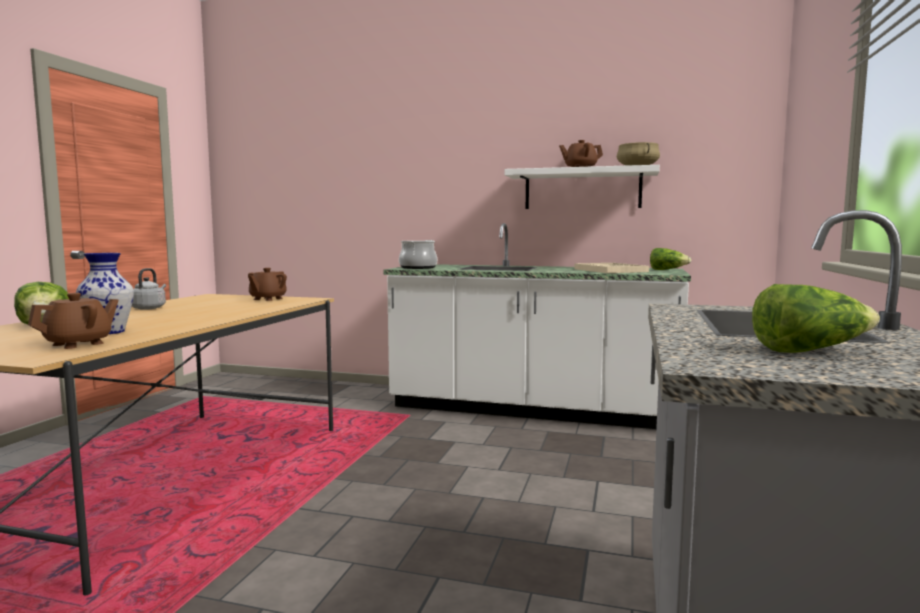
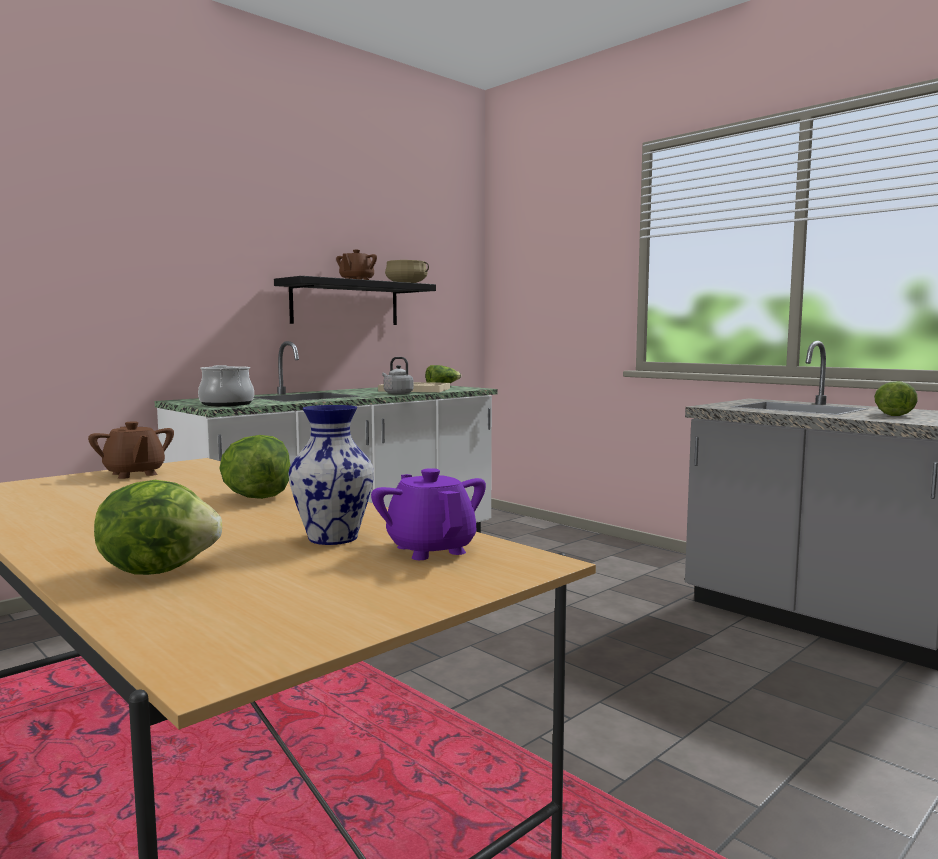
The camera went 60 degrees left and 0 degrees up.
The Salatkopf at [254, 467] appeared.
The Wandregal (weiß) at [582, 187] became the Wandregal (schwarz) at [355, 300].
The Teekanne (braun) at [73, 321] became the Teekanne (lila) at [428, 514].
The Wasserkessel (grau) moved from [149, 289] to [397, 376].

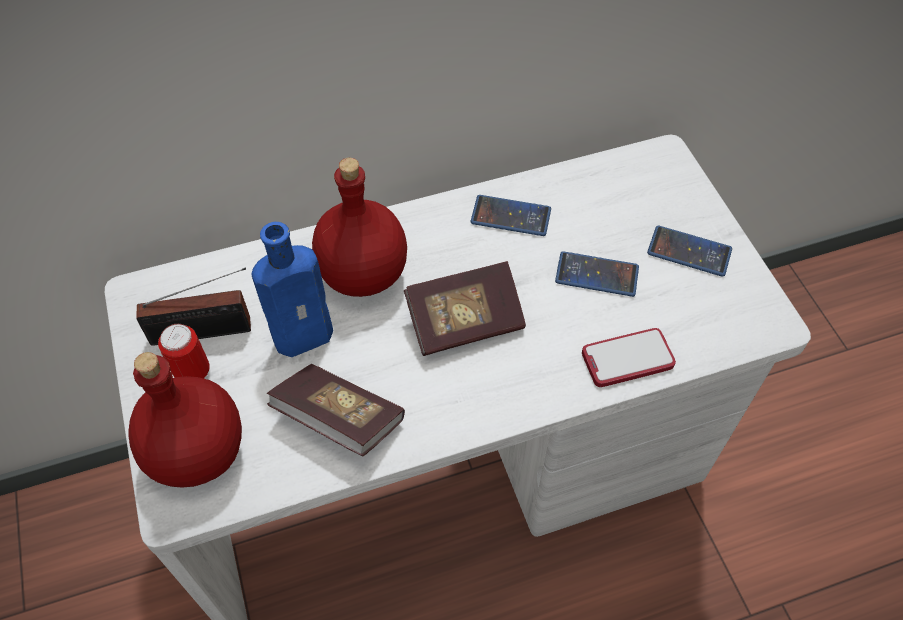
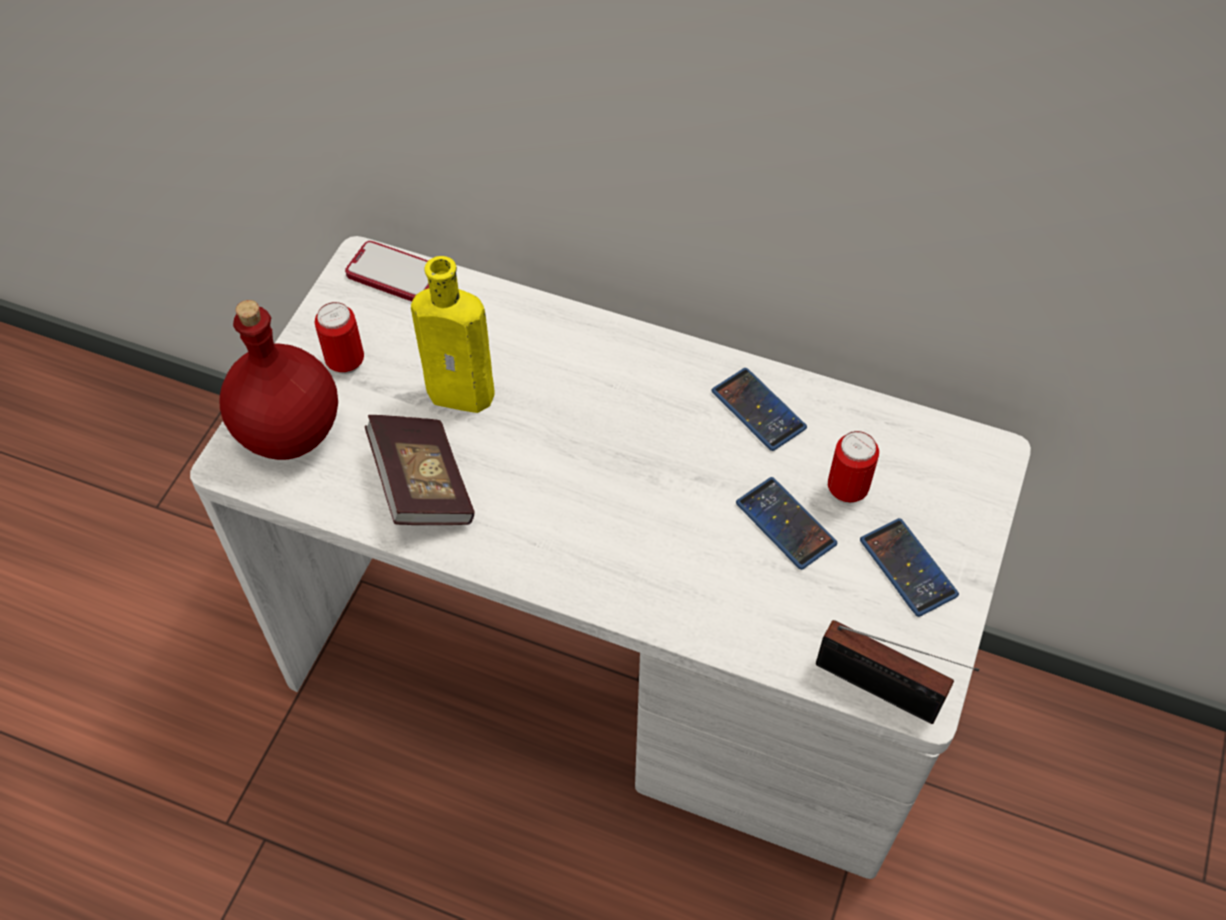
The camera went 40 degrees right and 0 degrees up.
The Handy moved from [629, 357] to [387, 271].
The Flasche (blau) at [292, 289] became the Flasche (gelb) at [454, 337].
The Radio moved from [193, 307] to [897, 672].
The Dose at [853, 467] appeared.
The Flasche (rot) at [359, 227] disappeared.
The Buch at [465, 308] disappeared.

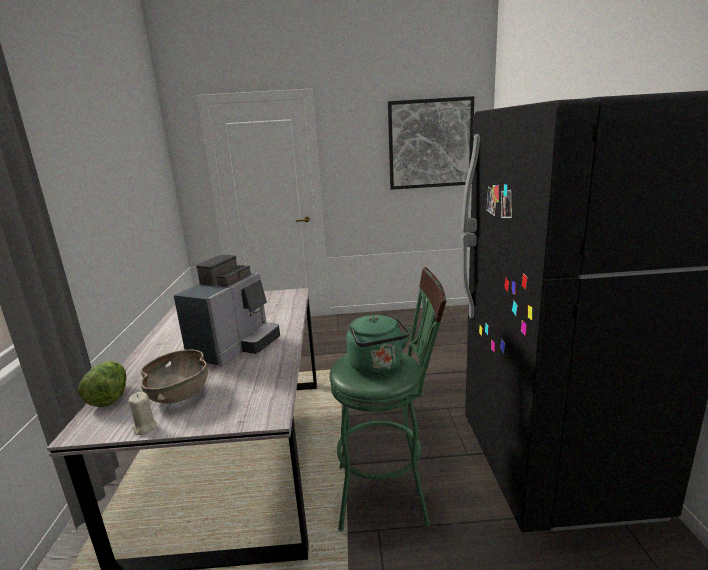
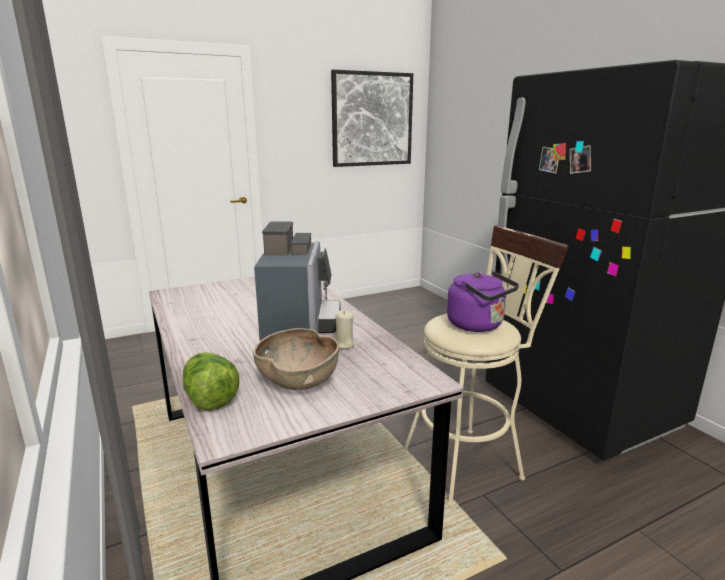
The camera went 25 degrees left and 0 degrees up.
The Kerze (beige) moved from [143, 413] to [346, 329].
The Hocker (grün) at [388, 399] became the Hocker (beige) at [485, 365].
The Wasserkessel (grün) at [378, 345] became the Wasserkessel (lila) at [483, 301].

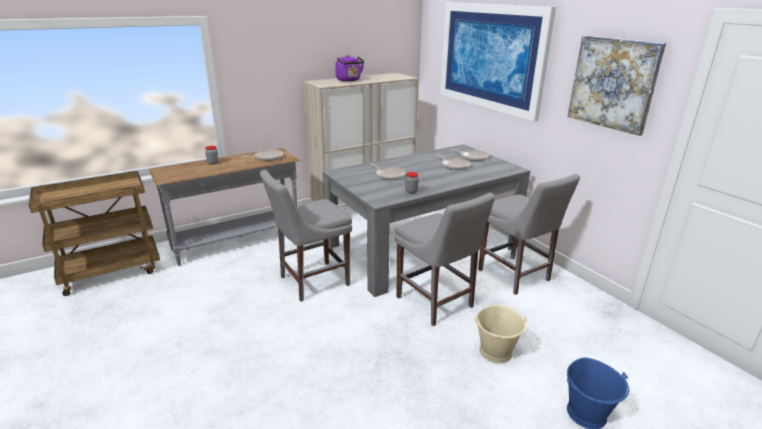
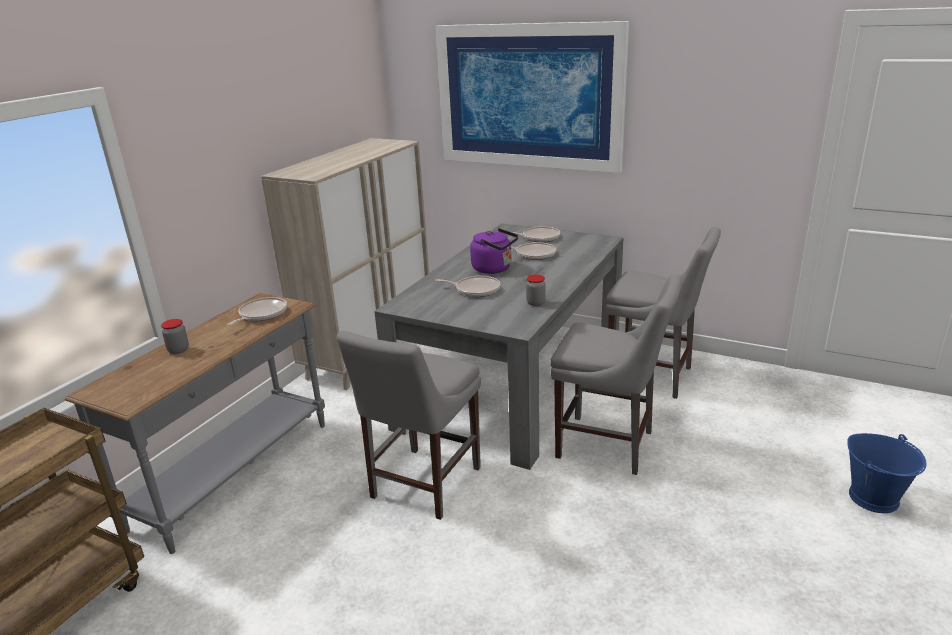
The camera went 30 degrees left and 0 degrees up.
The Wasserkessel (lila) moved from [349, 68] to [494, 251].
The Eimer (beige) at [501, 334] disappeared.
The Bild at [617, 85] disappeared.

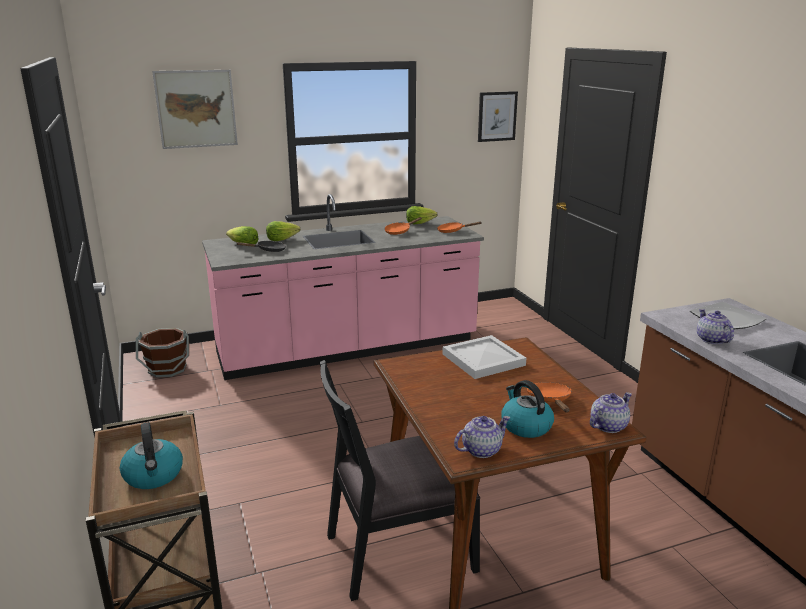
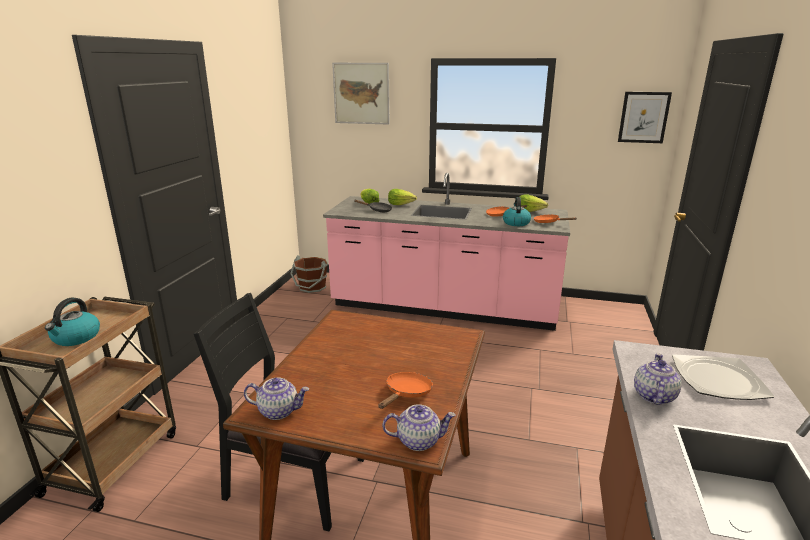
The camera went 35 degrees right and 0 degrees up.
The Wasserkessel moved from [527, 409] to [517, 211].
The Tablett (weiß) at [484, 357] disappeared.

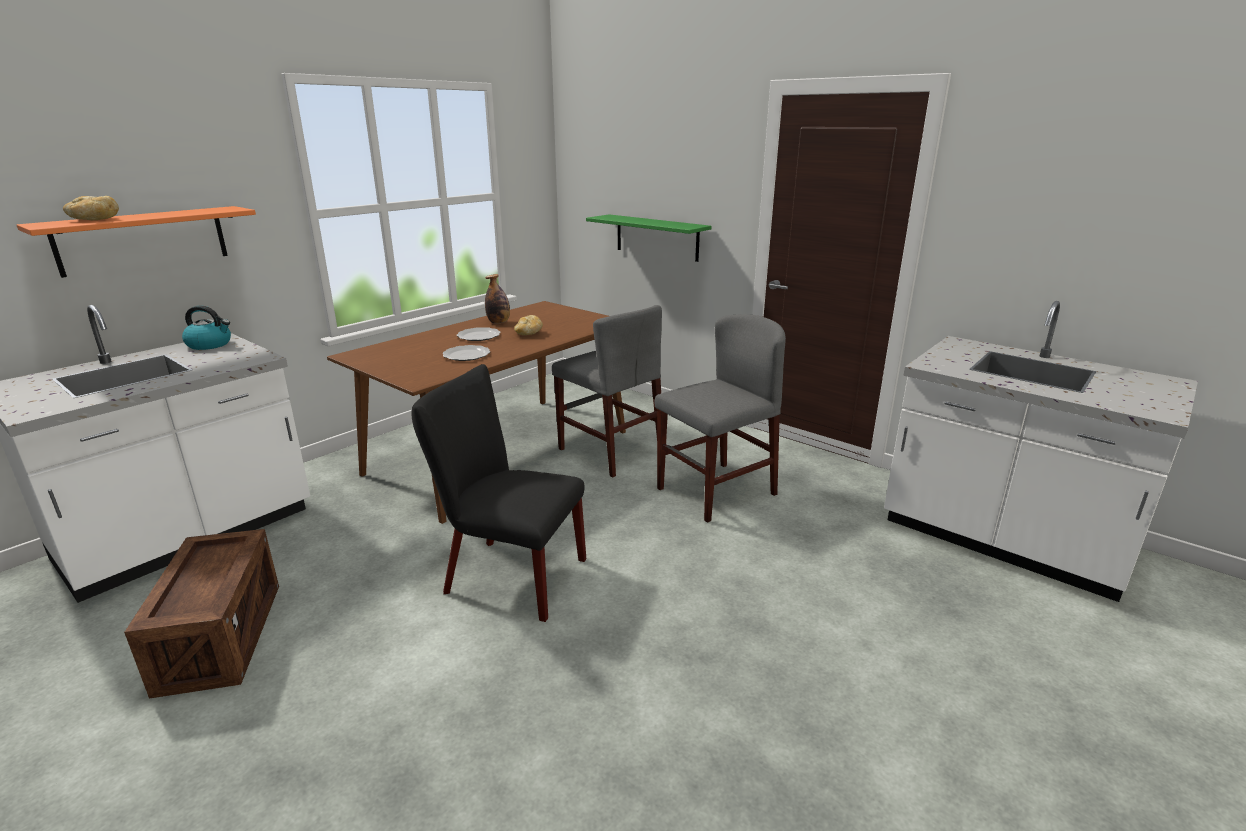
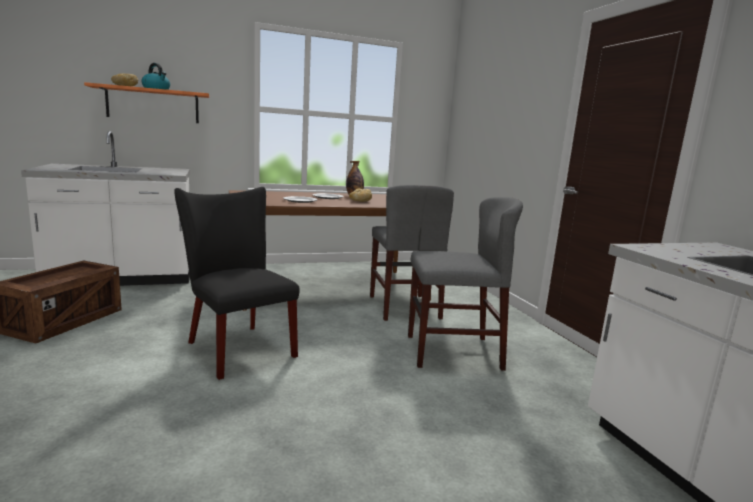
The camera went 30 degrees right and 10 degrees down.
The Wasserkessel moved from [206, 327] to [156, 76].
The Wandregal (grün) at [649, 238] disappeared.

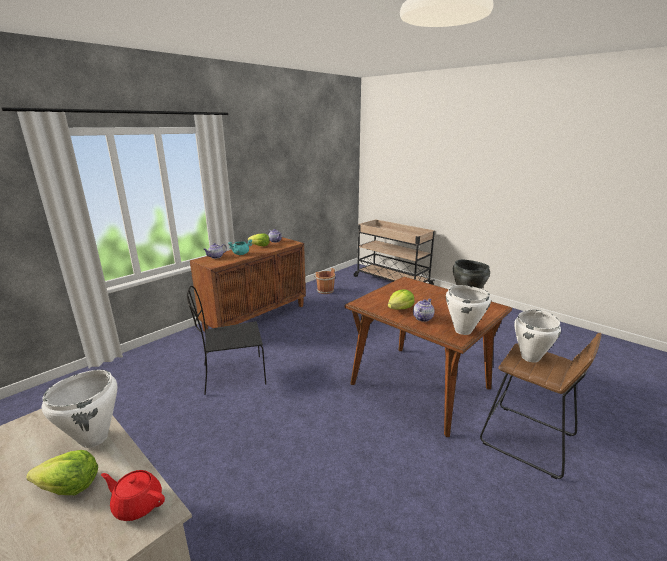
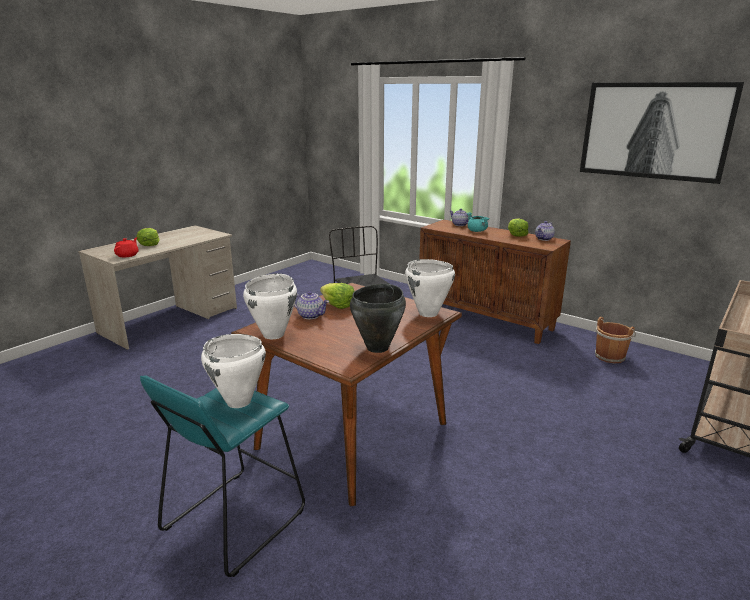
The camera went 85 degrees right and 0 degrees up.
The Hocker (braun) at [541, 406] became the Hocker (türkis) at [222, 476].
The Kochtopf (weiß) moved from [79, 409] to [430, 288].
The Bild at [662, 133] appeared.

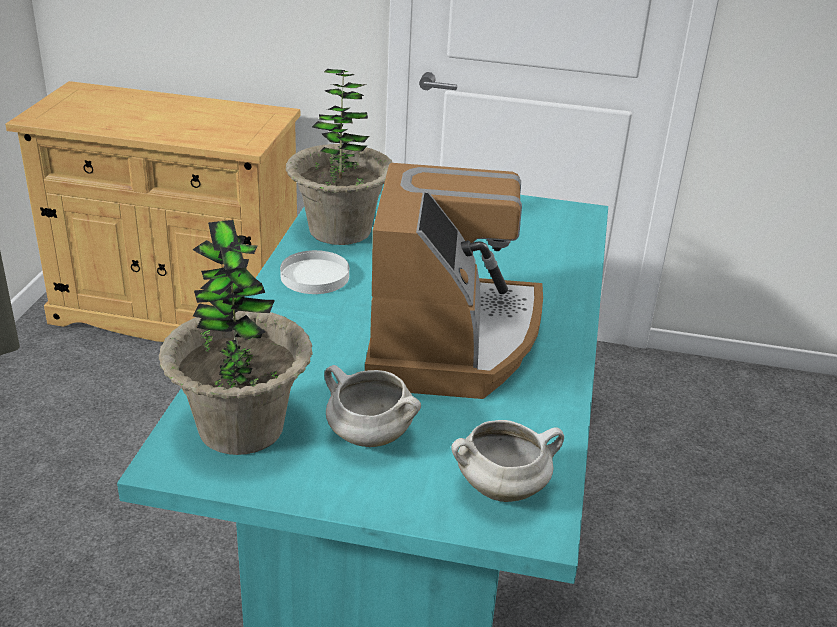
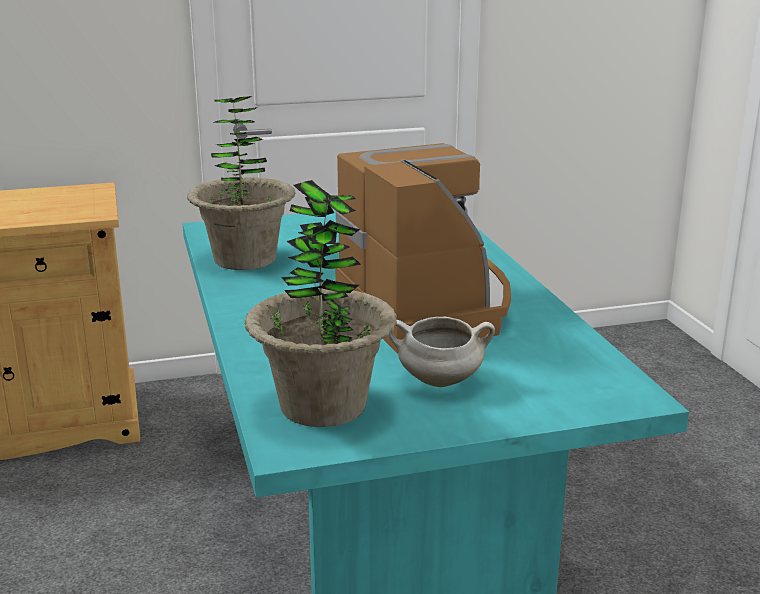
The camera went 25 degrees left and 10 degrees down.
The Teller (weiß) at [314, 272] disappeared.
The Kochtopf (weiß) at [507, 461] disappeared.

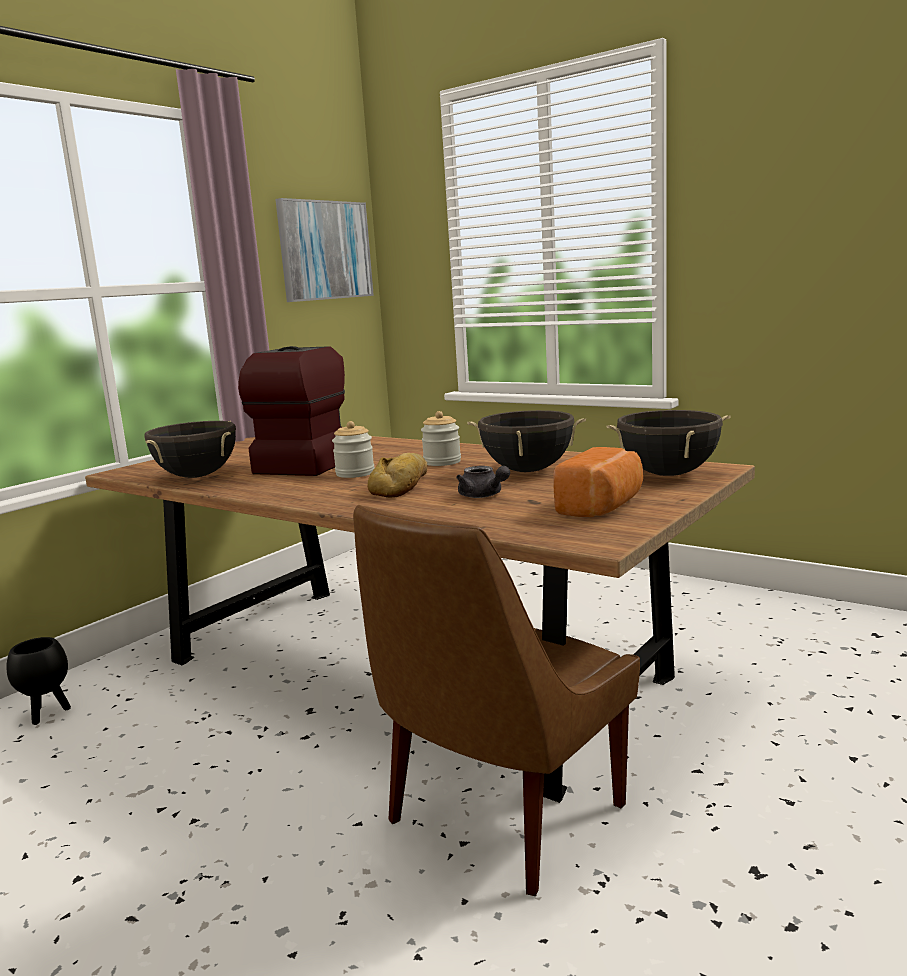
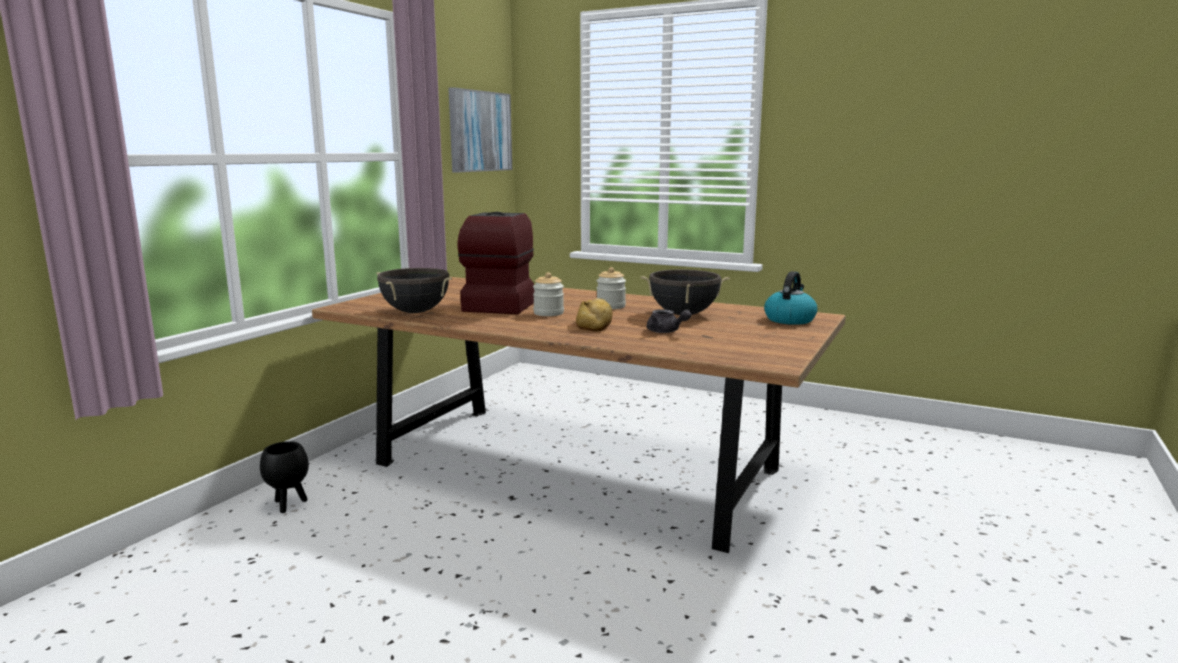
The camera went 10 degrees left and 0 degrees up.
The Kochtopf (schwarz) at [668, 443] was replaced by the Wasserkessel at [791, 298].
The Stuhl (braun) at [496, 700] disappeared.
The Brot at [598, 482] disappeared.

